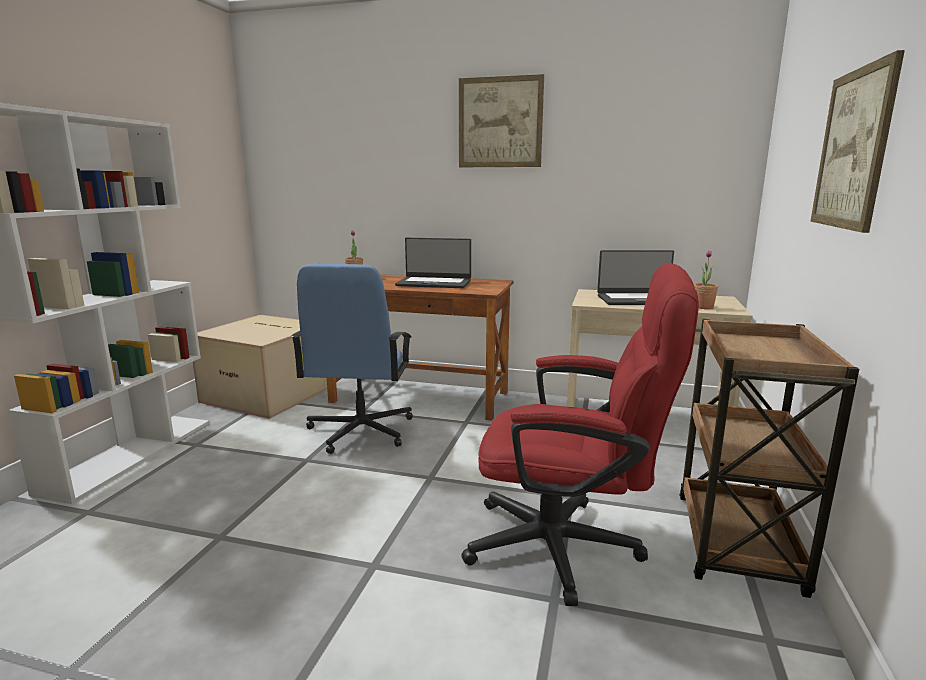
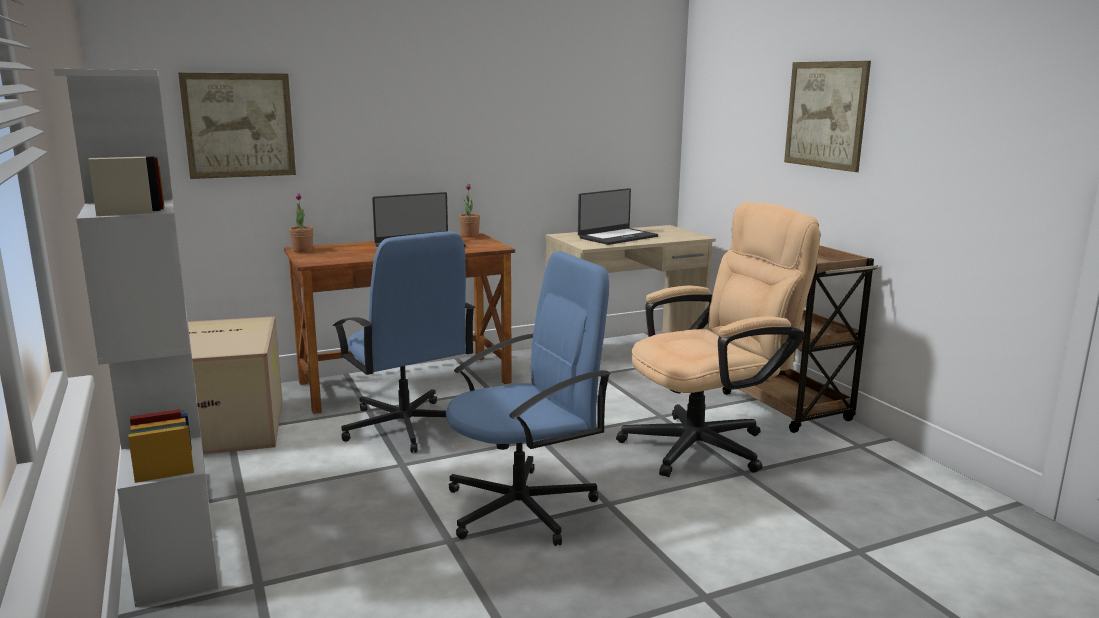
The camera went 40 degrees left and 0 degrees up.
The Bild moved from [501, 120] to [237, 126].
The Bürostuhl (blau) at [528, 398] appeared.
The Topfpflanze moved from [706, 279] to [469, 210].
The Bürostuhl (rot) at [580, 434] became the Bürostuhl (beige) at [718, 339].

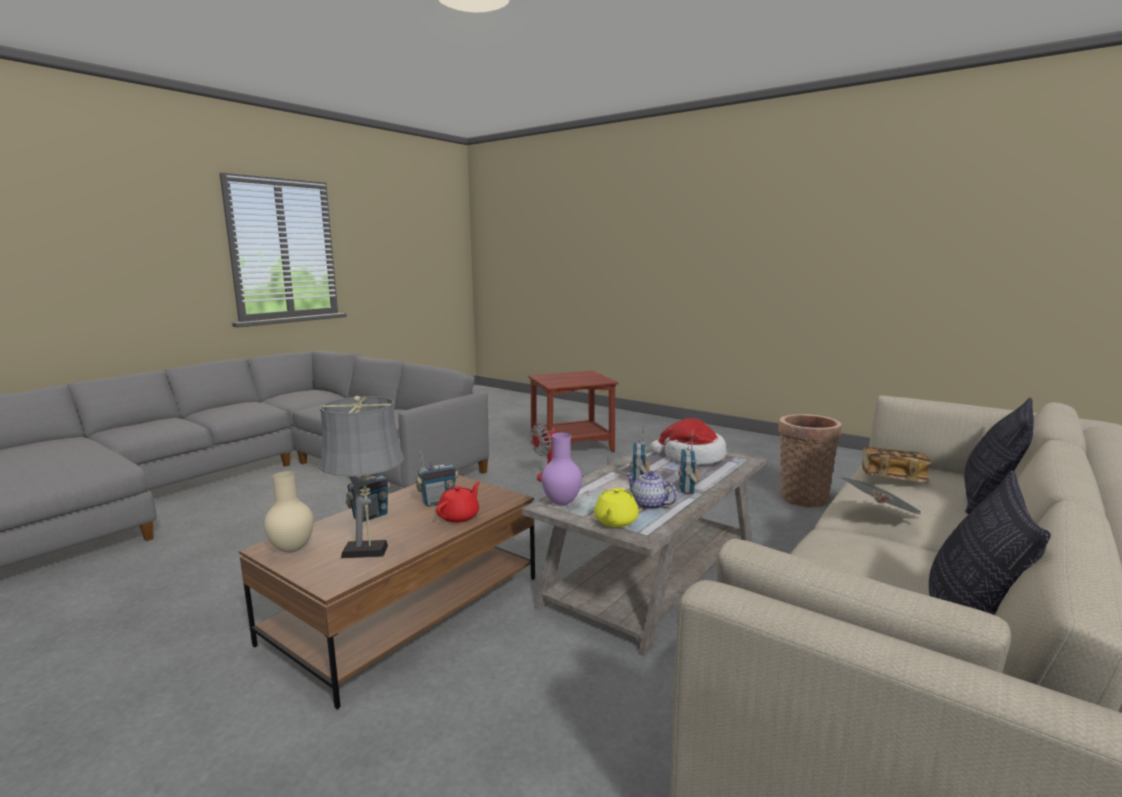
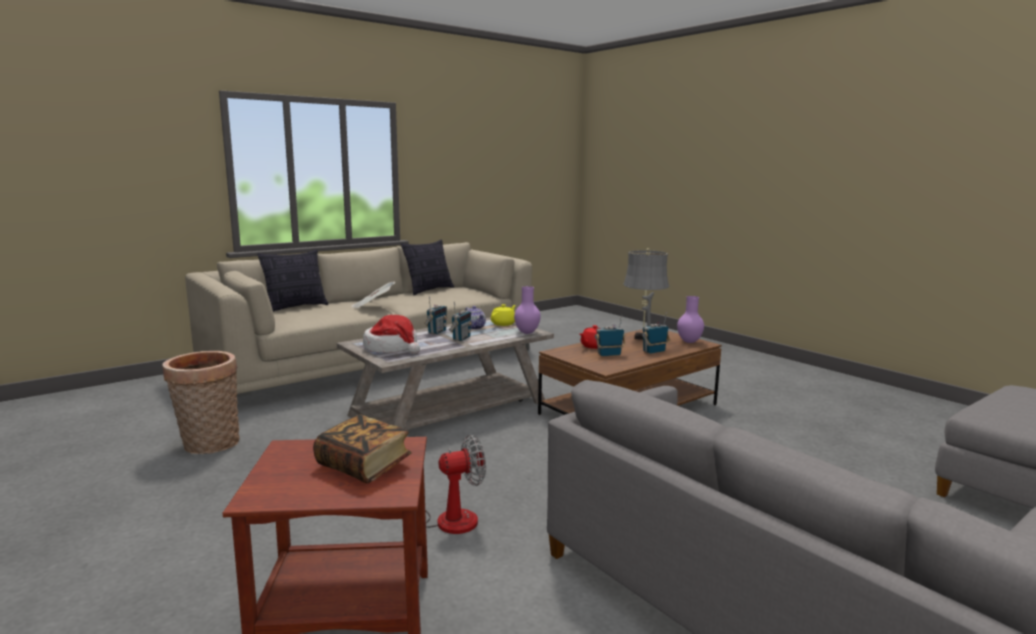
The camera went 165 degrees left and 0 degrees up.
The Buch moved from [897, 465] to [362, 449].
The Vase (beige) at [289, 512] became the Vase (lila) at [690, 319].

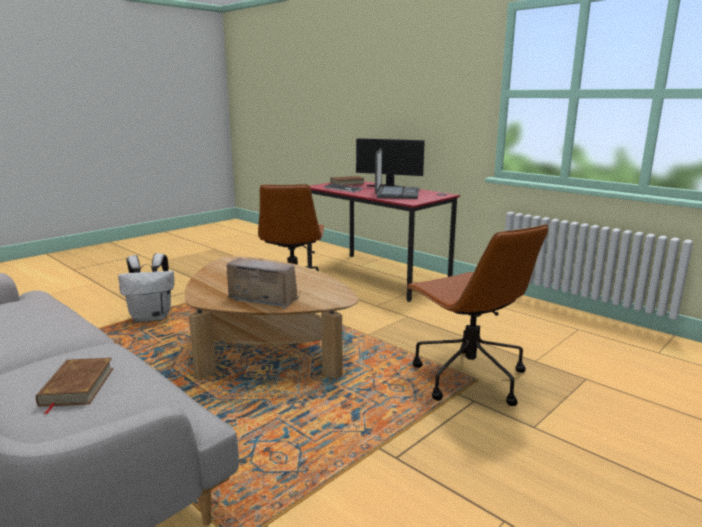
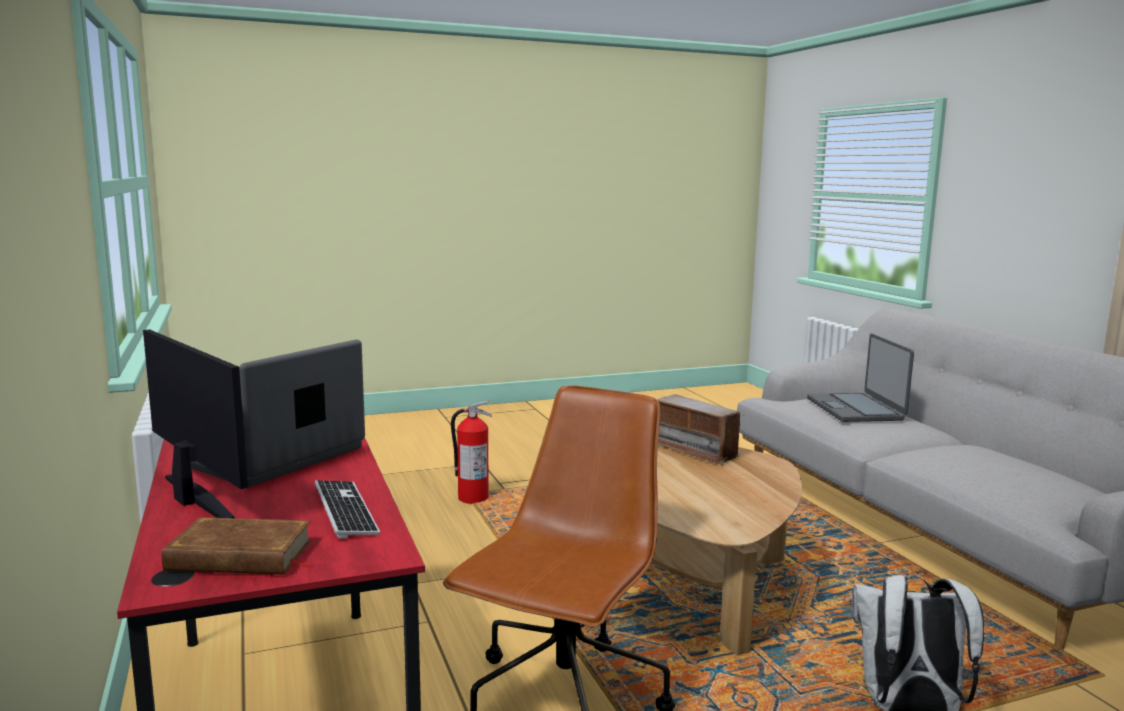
The camera went 155 degrees left and 5 degrees down.
The Bürostuhl (braun) at [476, 315] was replaced by the Feuerlöscher at [471, 452].
The Buch (braun) at [74, 386] was replaced by the Laptop at [860, 378].

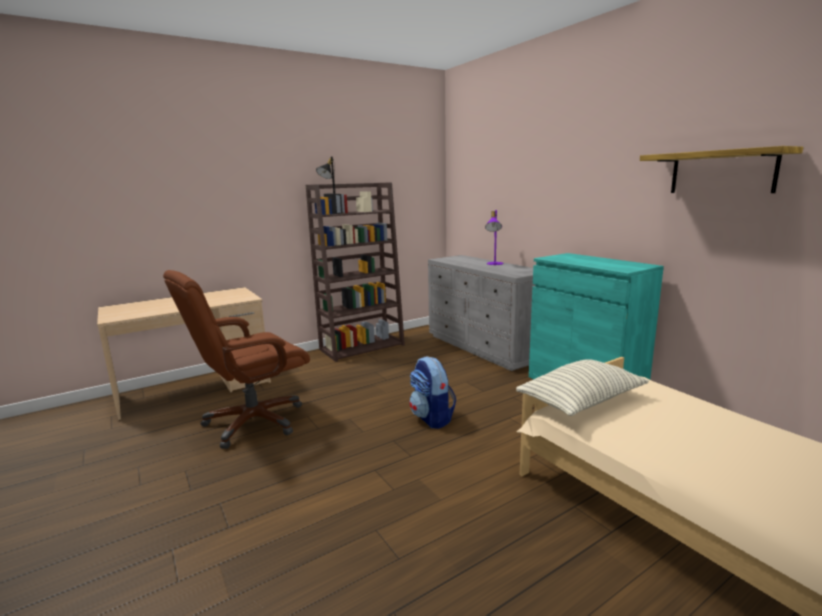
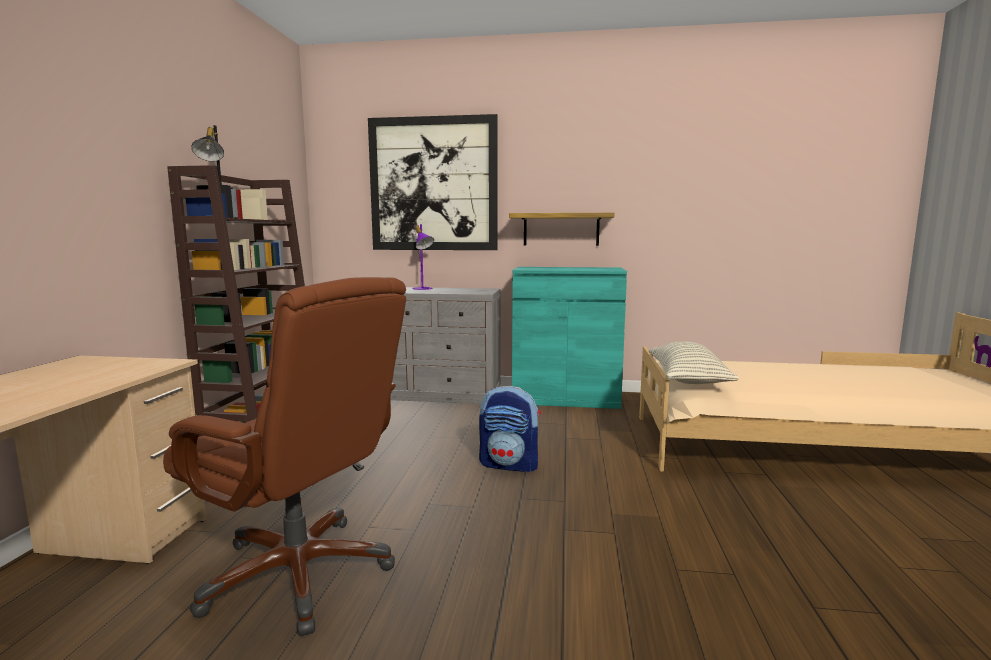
The camera went 50 degrees left and 5 degrees down.
The Bürostuhl (braun) at [236, 359] turned 60 degrees counterclockwise.
The Bild at [433, 182] appeared.
The Wandregal moved from [721, 169] to [562, 229].

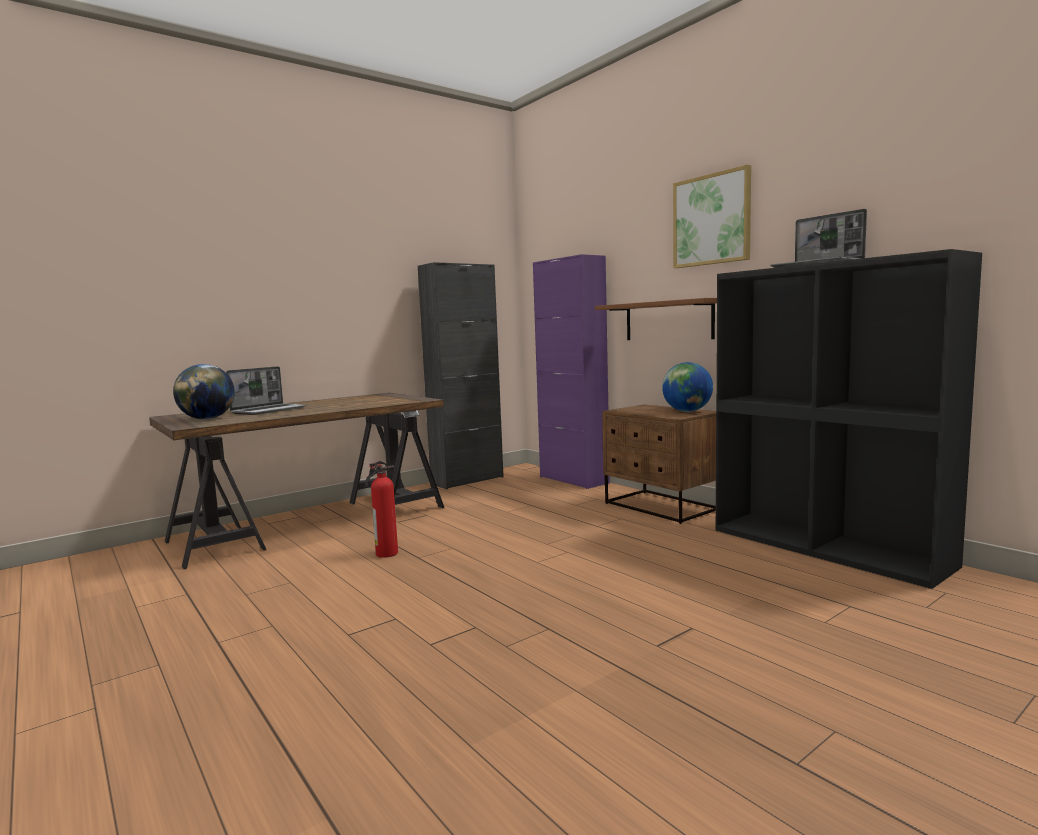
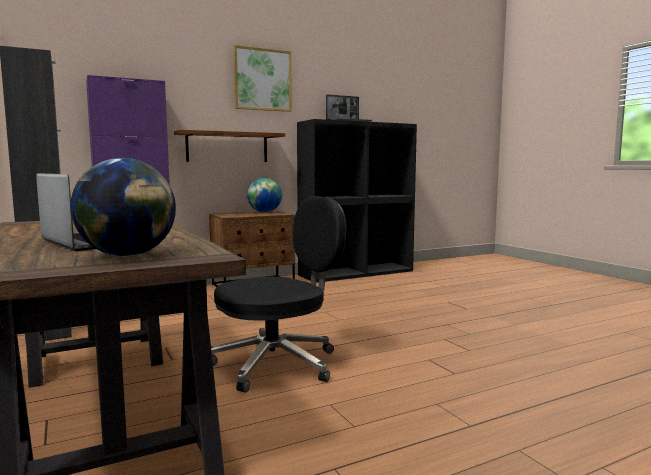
The camera went 80 degrees left and 0 degrees up.
The Feuerlöscher at [381, 509] was replaced by the Bürostuhl (schwarz) at [279, 294].

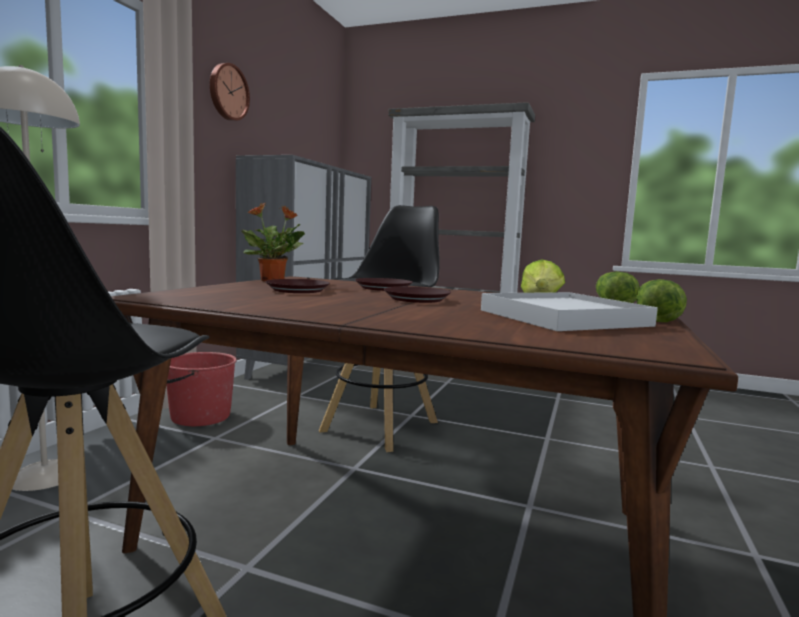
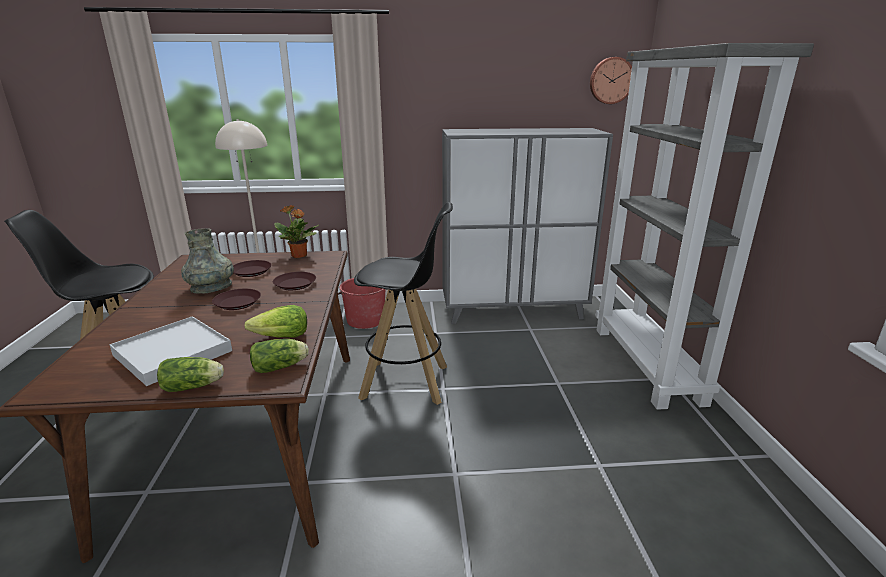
The camera went 65 degrees right and 15 degrees up.
The Vase (grau) at [207, 261] appeared.
The Wanduhr moved from [230, 92] to [611, 80].

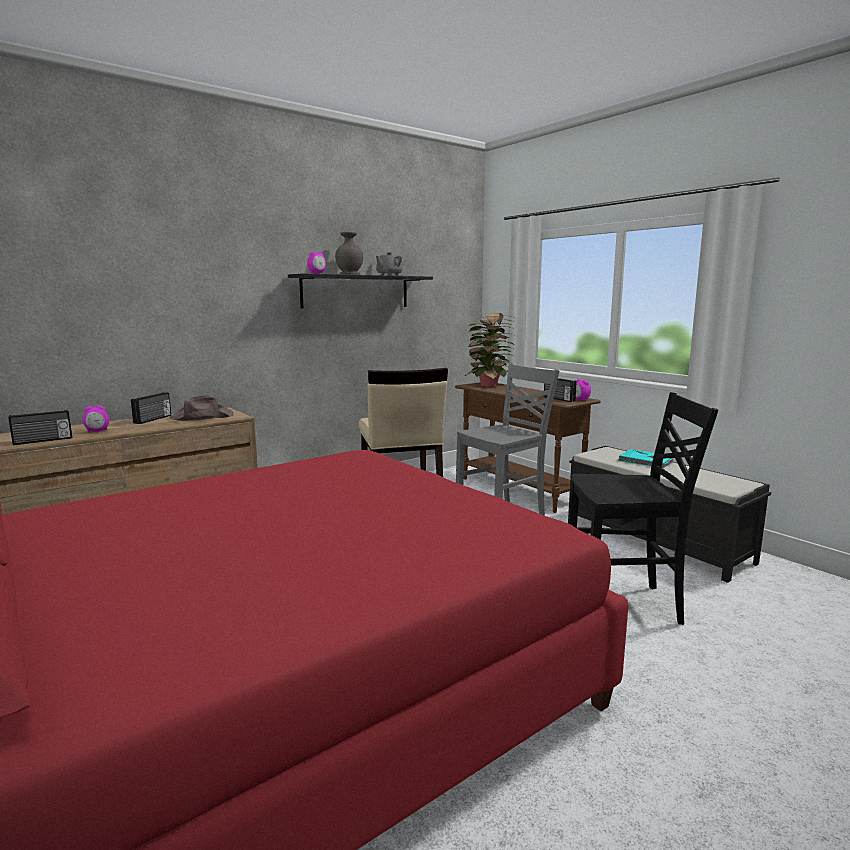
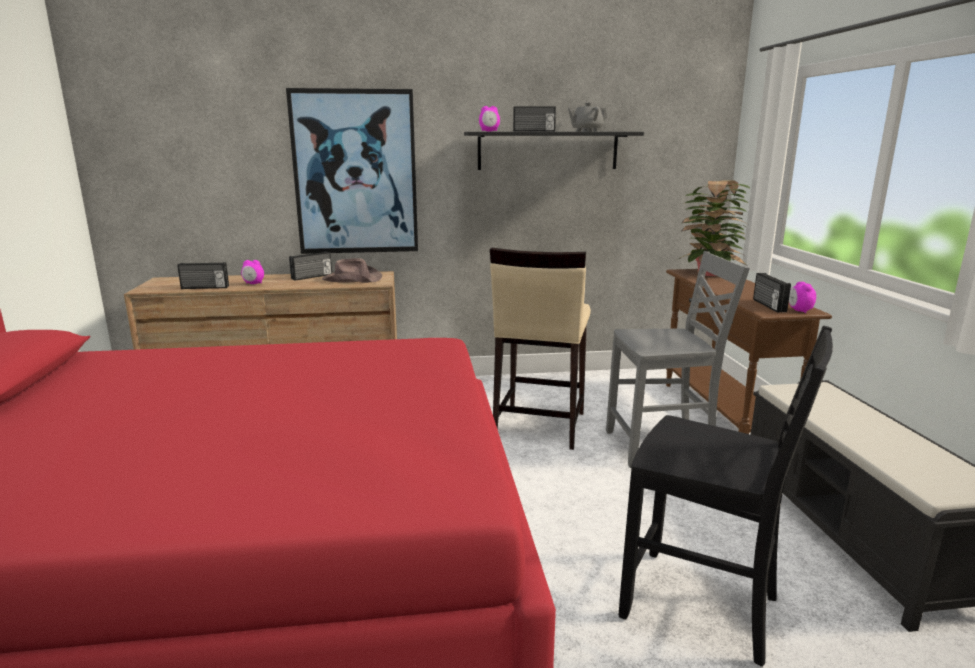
The camera went 30 degrees right and 5 degrees up.
The Bild at [352, 171] appeared.
The Vase (grau) at [349, 253] was replaced by the Radio at [534, 119].
The Buch (türkis) at [646, 458] disappeared.

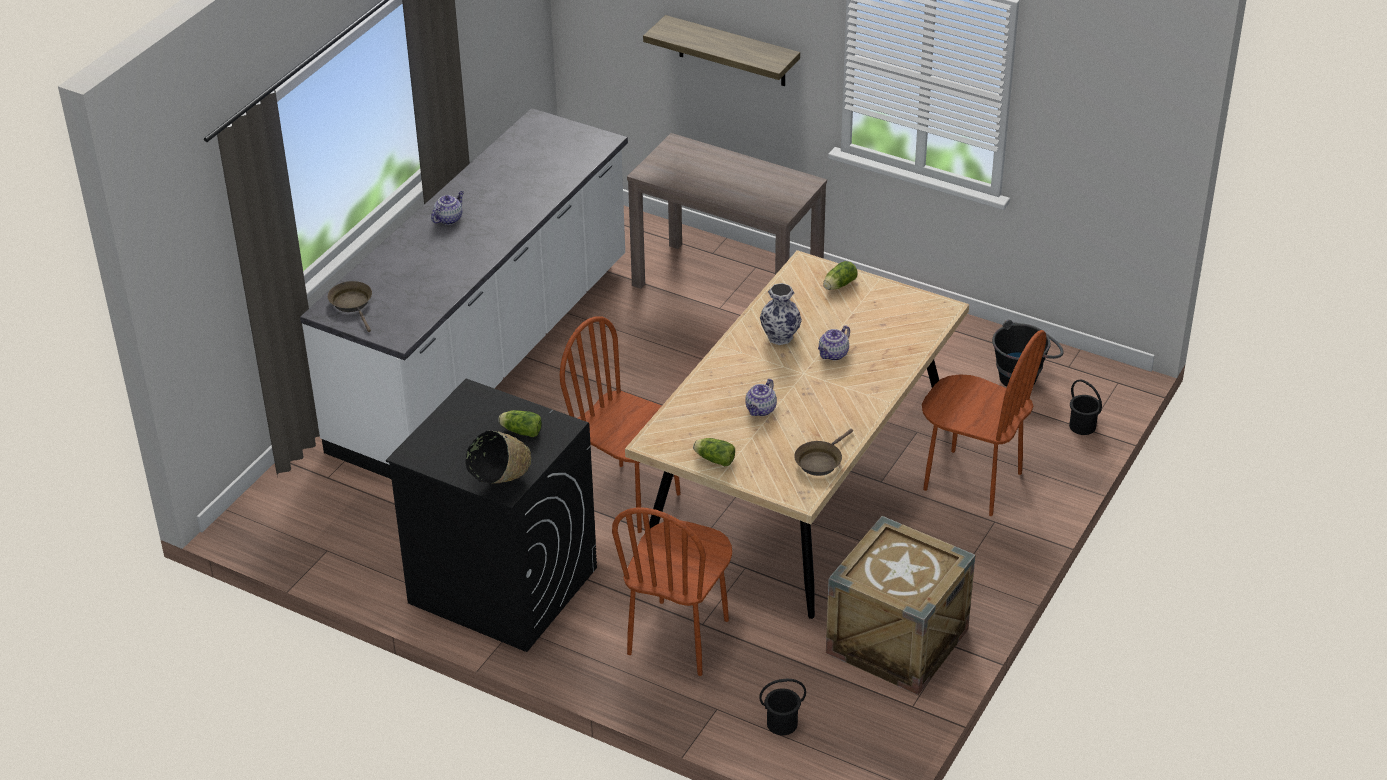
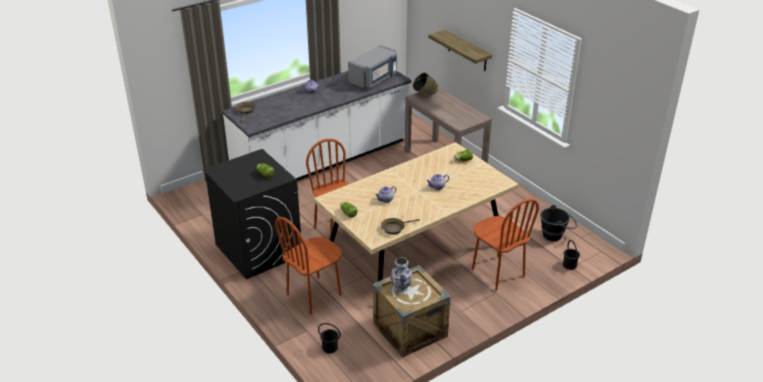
The camera went 25 degrees right and 5 degrees down.
The Mikrowelle (grau) at [372, 67] appeared.
The Vase moved from [781, 314] to [401, 274].
The Schüssel (schwarz) moved from [498, 457] to [425, 84].

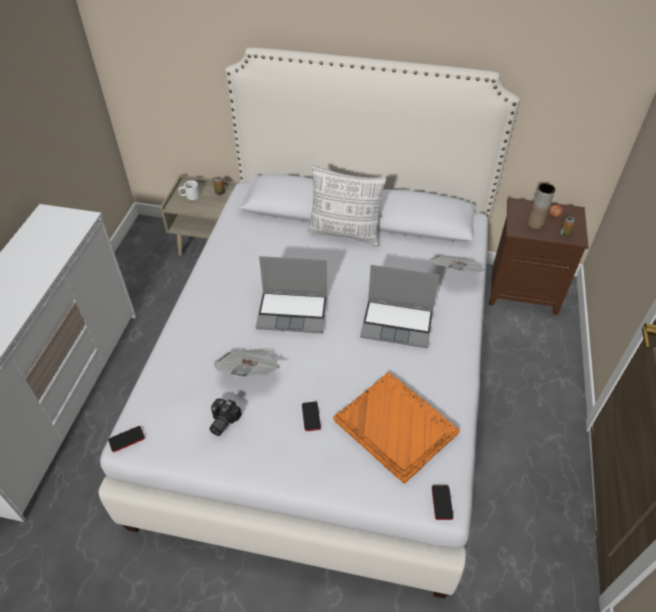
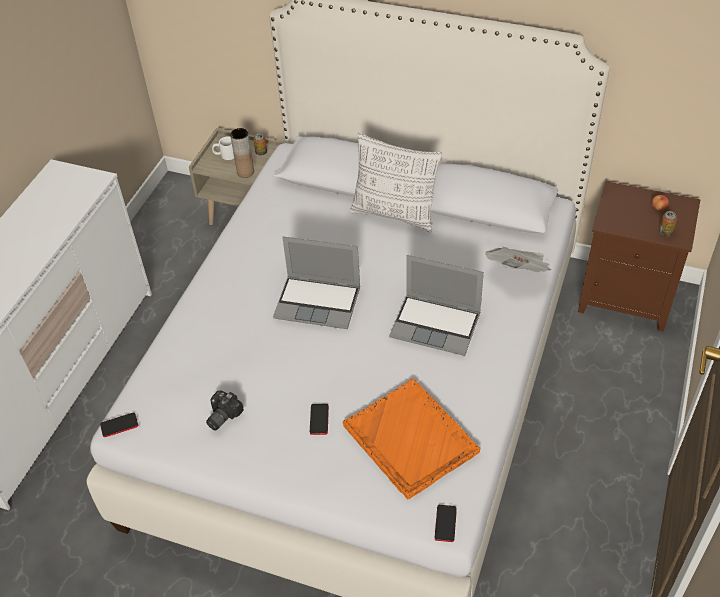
The camera went 10 degrees right and 0 degrees up.
The Vase (braun) moved from [541, 206] to [242, 153].
The Zeitung at [247, 363] disappeared.

